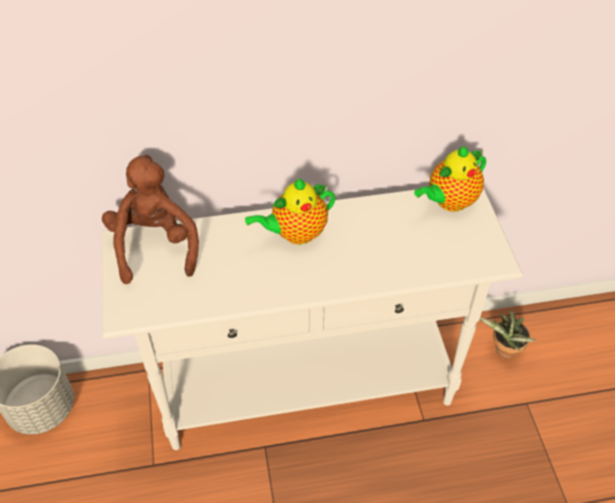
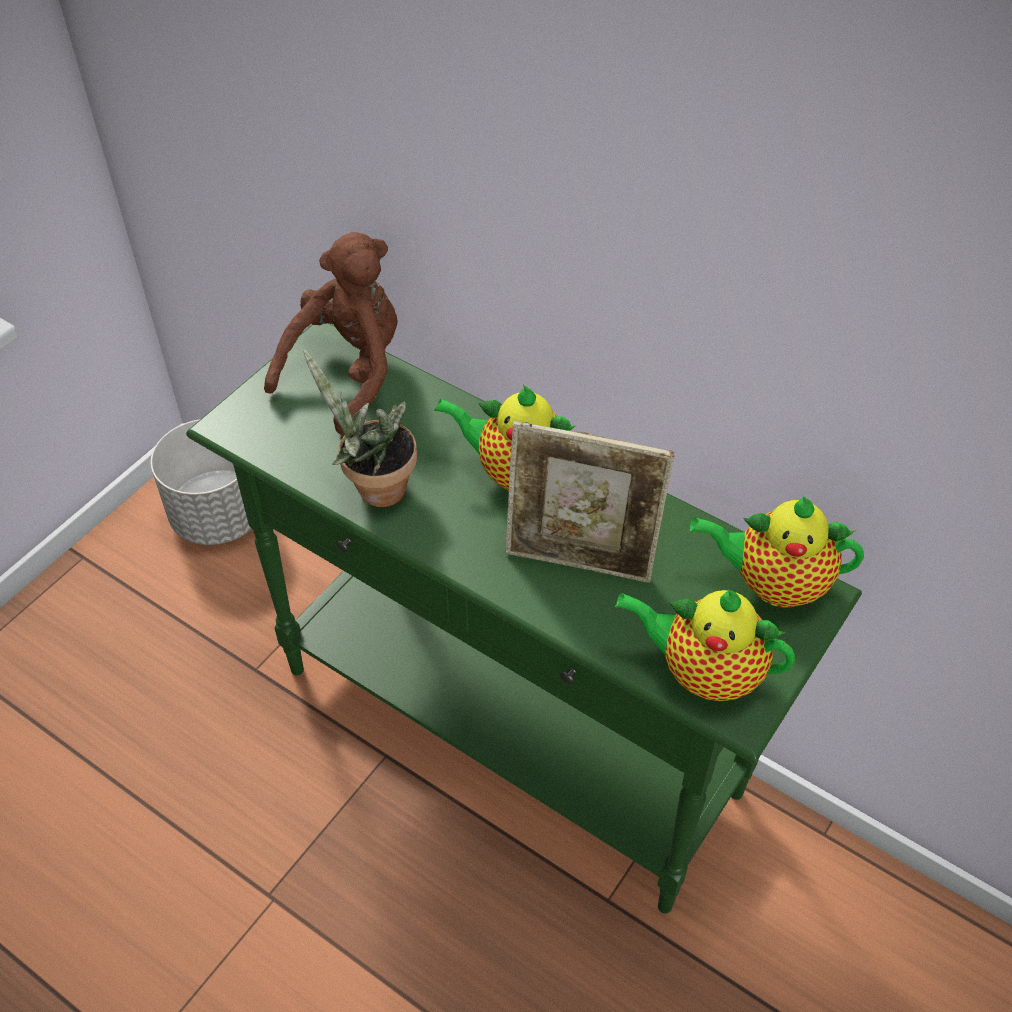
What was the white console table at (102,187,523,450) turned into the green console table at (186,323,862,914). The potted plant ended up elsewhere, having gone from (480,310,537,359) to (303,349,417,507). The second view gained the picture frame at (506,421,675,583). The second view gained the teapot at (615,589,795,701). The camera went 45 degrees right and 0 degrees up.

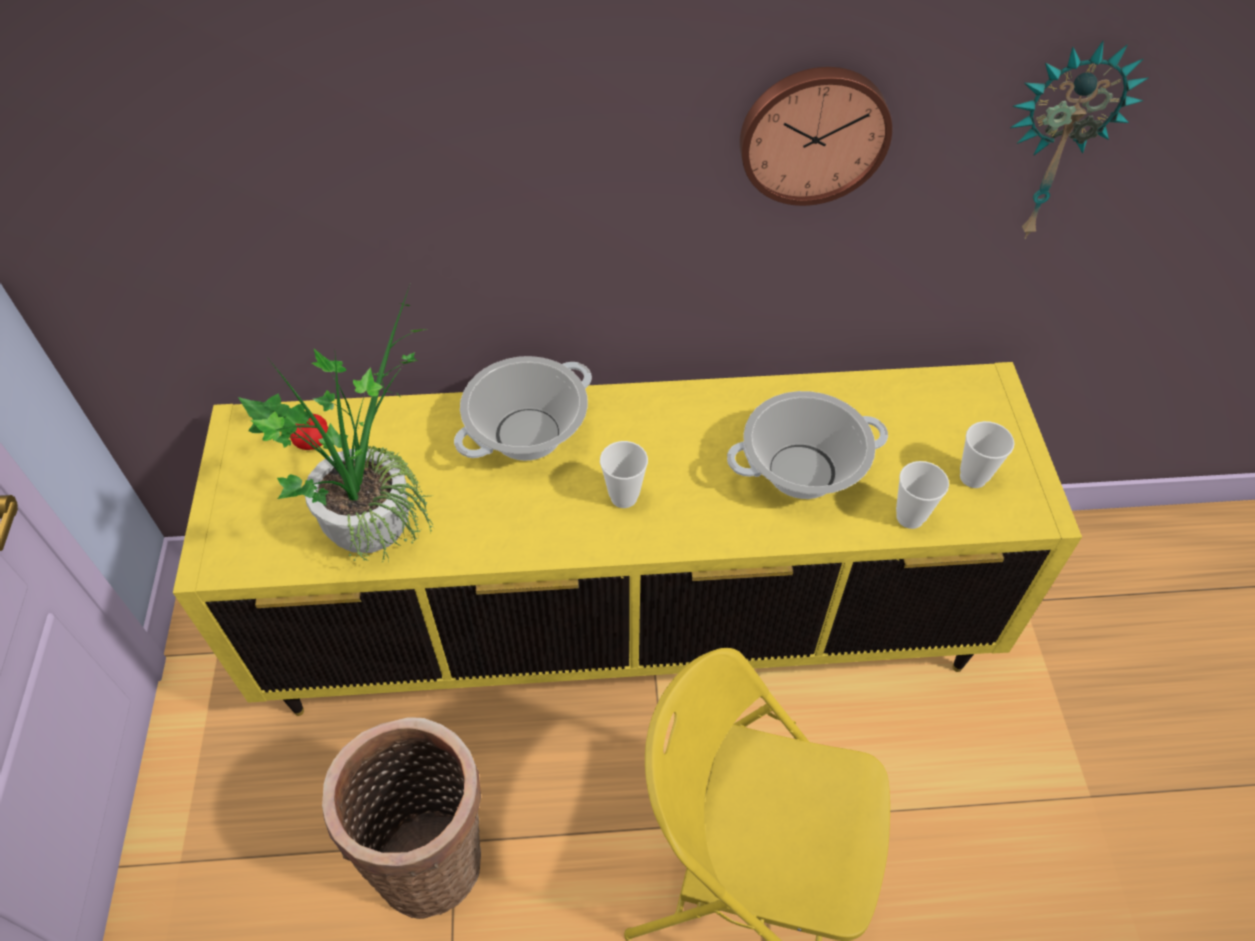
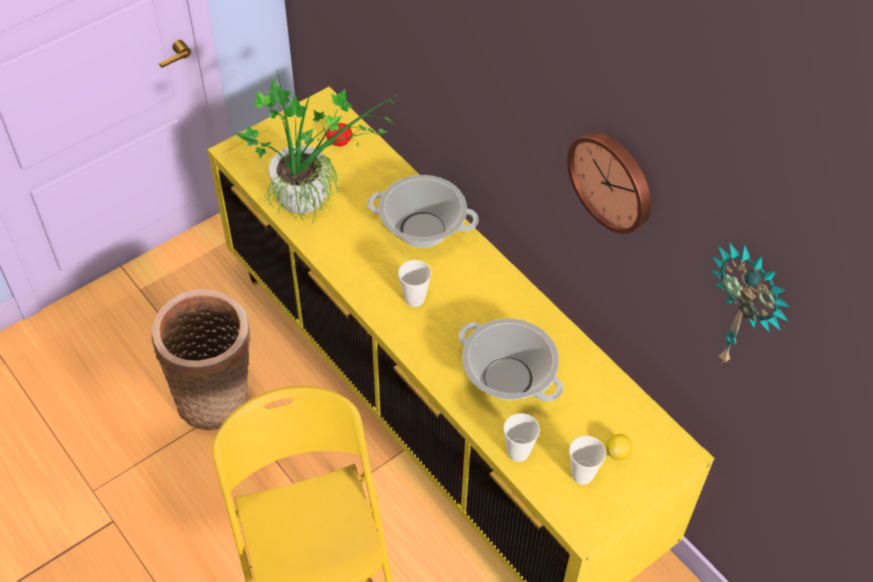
The second view gained the lemon at (606,434,632,460). The camera went 55 degrees right and 0 degrees up.

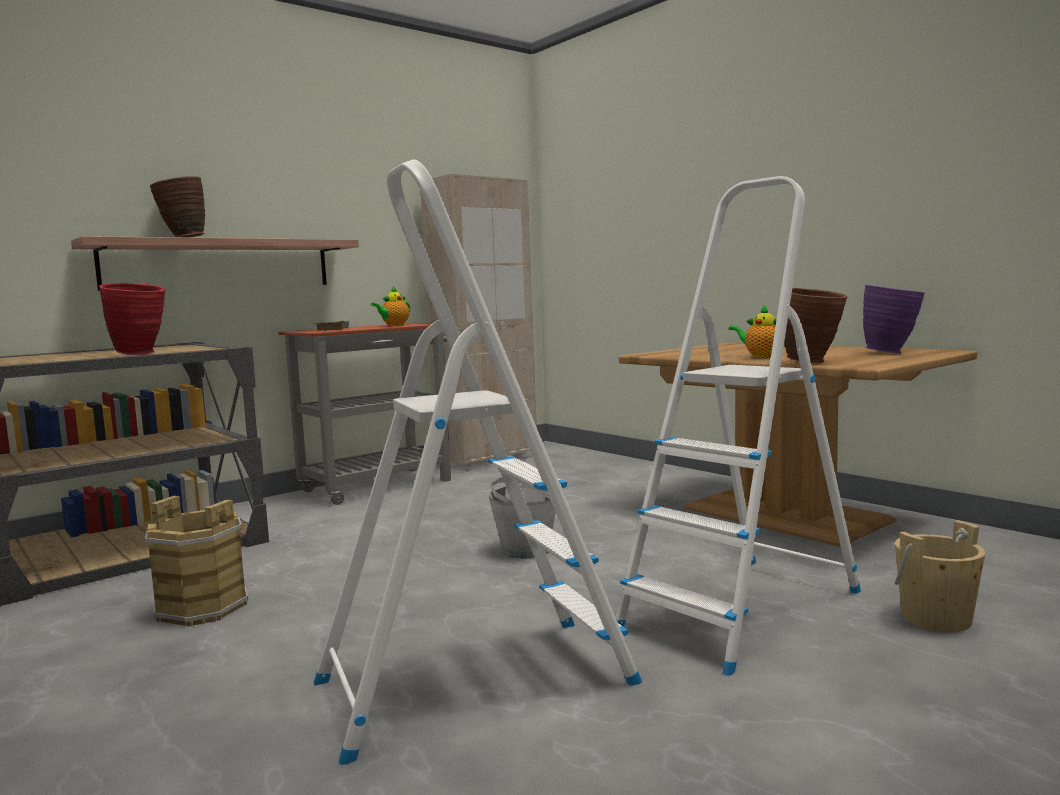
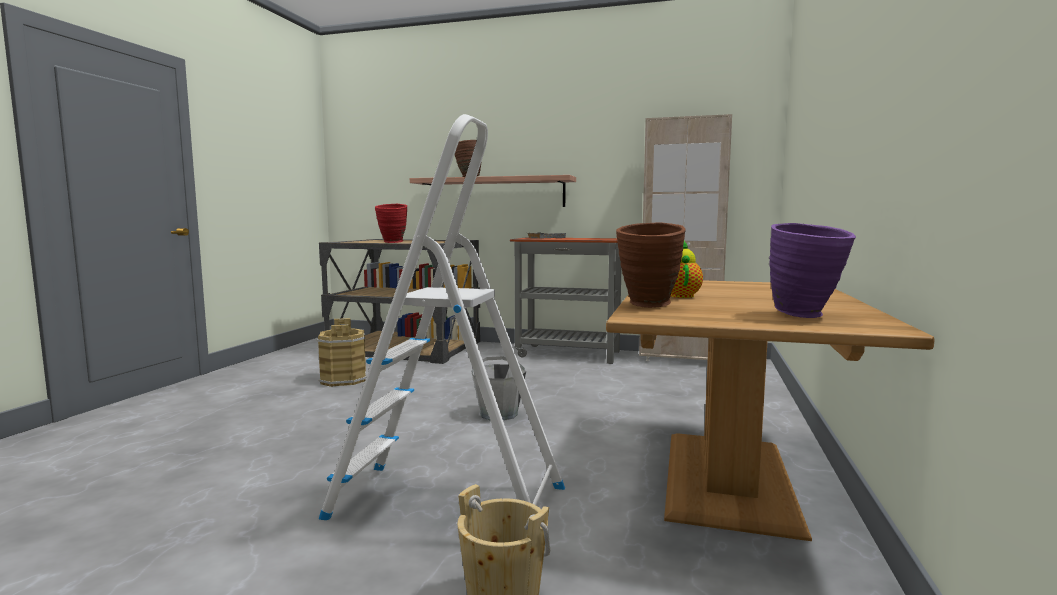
The second view lost the white step ladder at (313,160,642,765). The second view lost the teapot at (371,286,410,326). The camera went 55 degrees right and 0 degrees up.

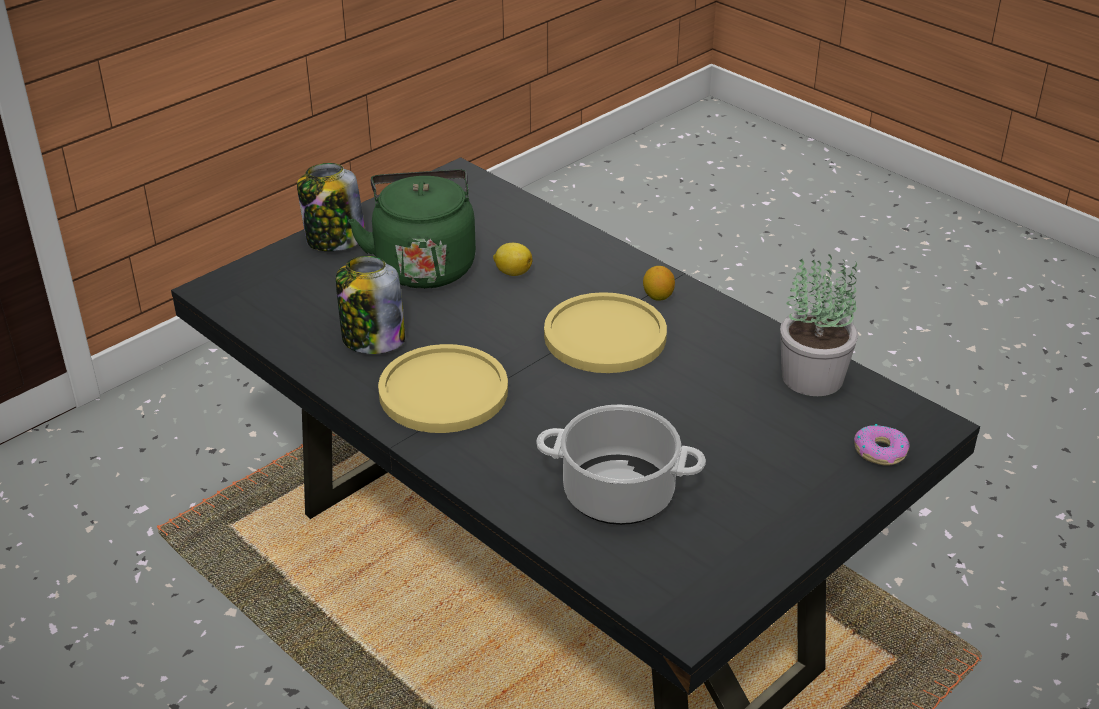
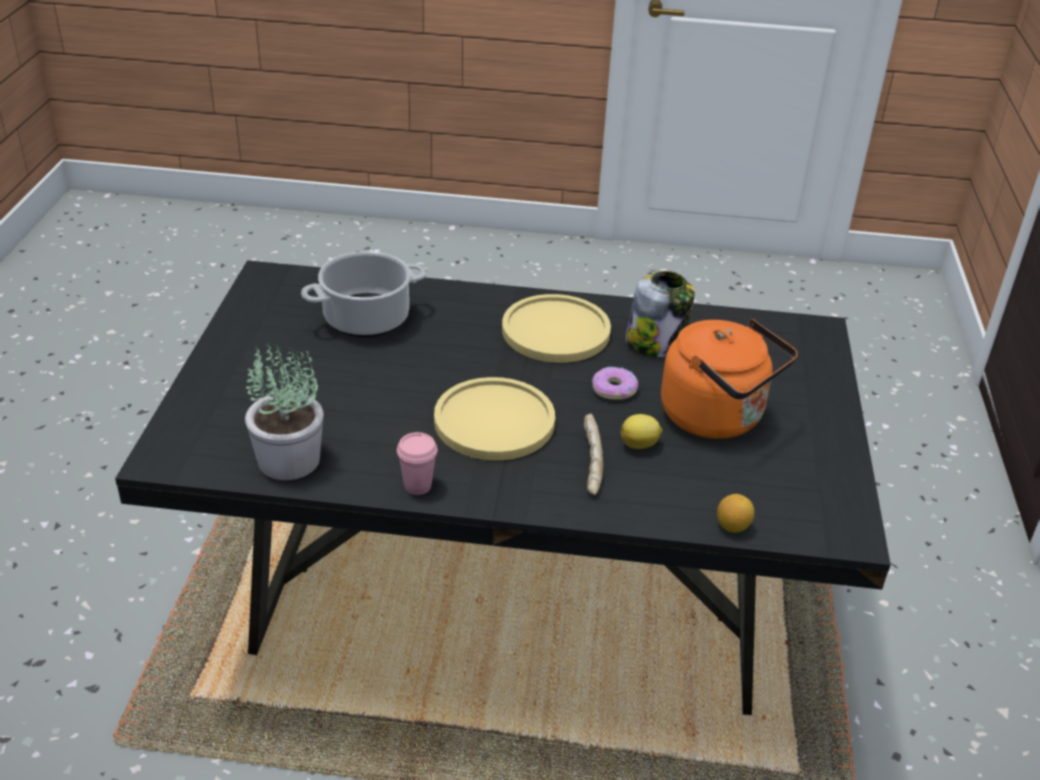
The second view lost the jar at (297,163,365,251). What was the green kettle at (348,169,476,289) turned into the orange kettle at (661,319,798,439). The lemon ended up elsewhere, having gone from (643,266,675,301) to (717,494,754,533). The donut ended up elsewhere, having gone from (854,424,910,466) to (592,366,638,400). The second view gained the bread at (584,414,603,495). The second view gained the pink cup at (397,432,437,495). The camera went 140 degrees right and 0 degrees up.

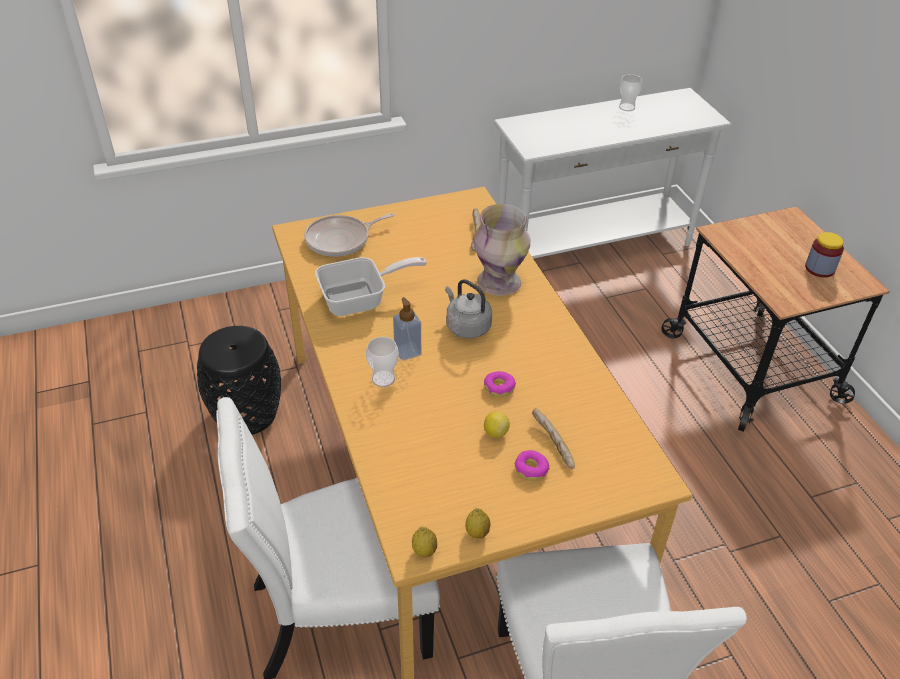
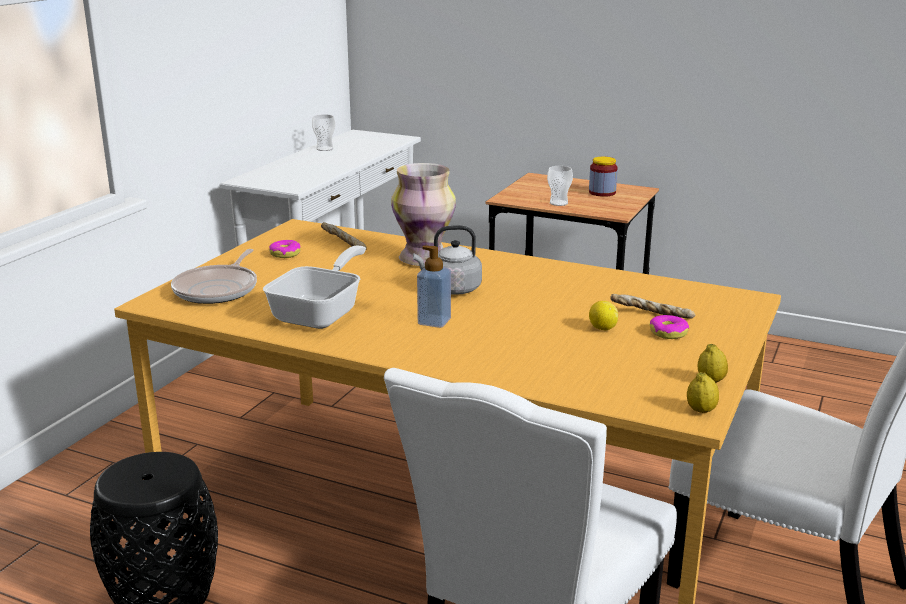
The cup ended up elsewhere, having gone from (366,337,399,387) to (547,166,573,206). The donut ended up elsewhere, having gone from (484,371,516,397) to (269,240,301,258). The camera went 45 degrees left and 20 degrees down.

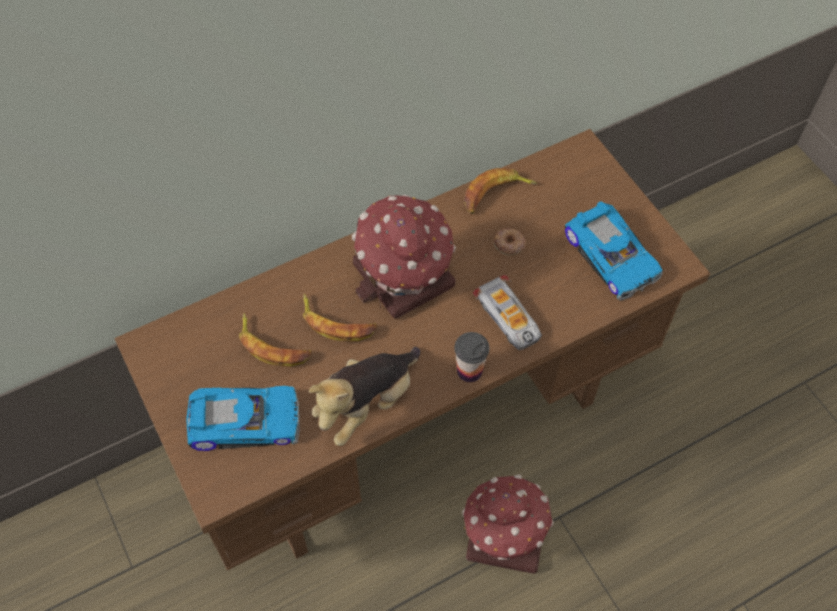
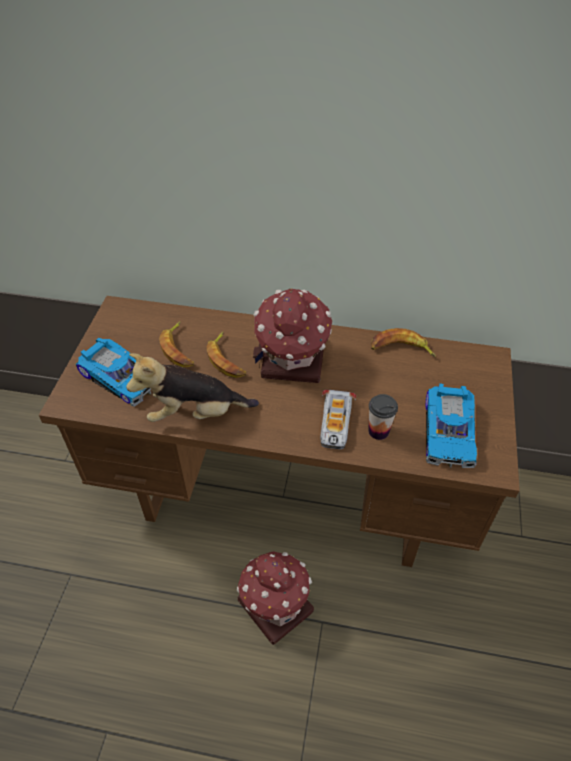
The second view lost the donut at (493,228,526,256). The cup ended up elsewhere, having gone from (454,332,489,382) to (368,394,398,440). The camera went 40 degrees right and 10 degrees down.

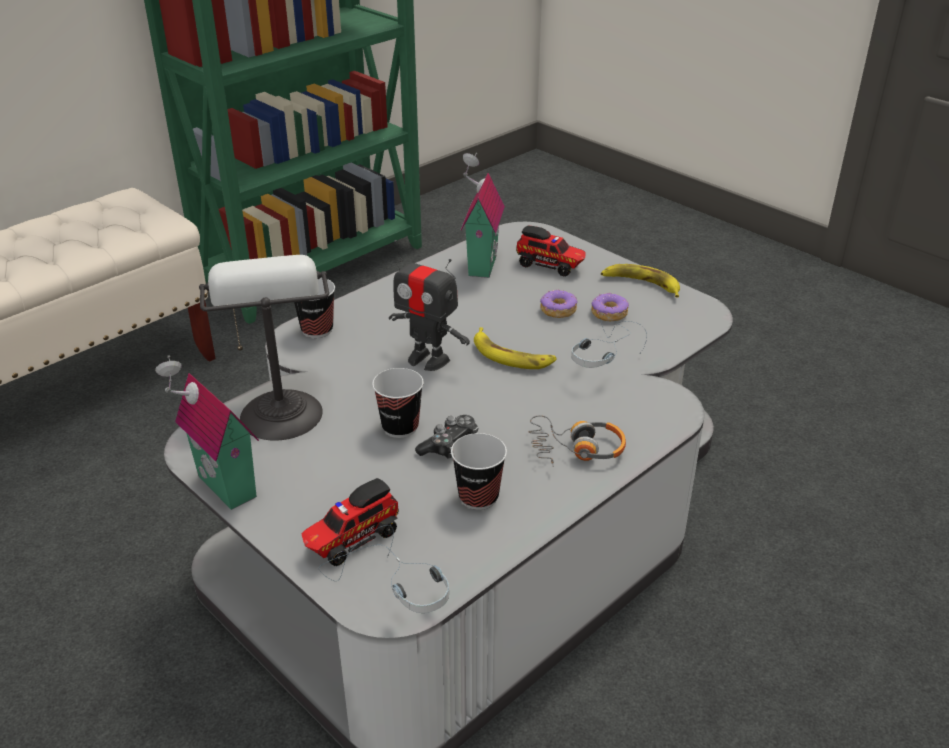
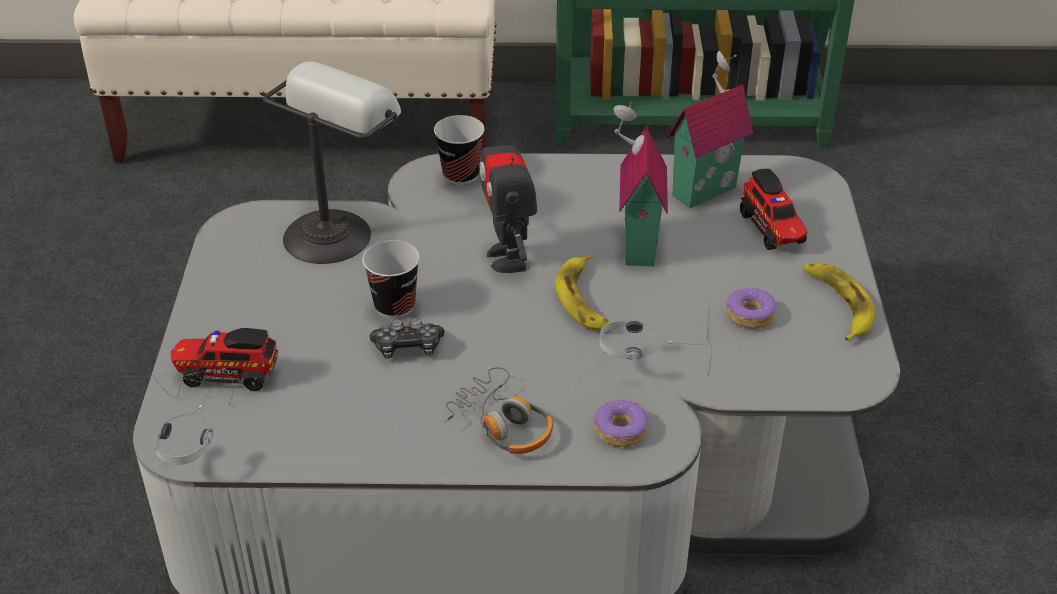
The donut ended up elsewhere, having gone from (540,290,578,318) to (593,398,649,447). The toy house ended up elsewhere, having gone from (155,355,259,510) to (613,102,668,266). The second view lost the cup at (451,433,507,510). The camera went 45 degrees right and 5 degrees up.

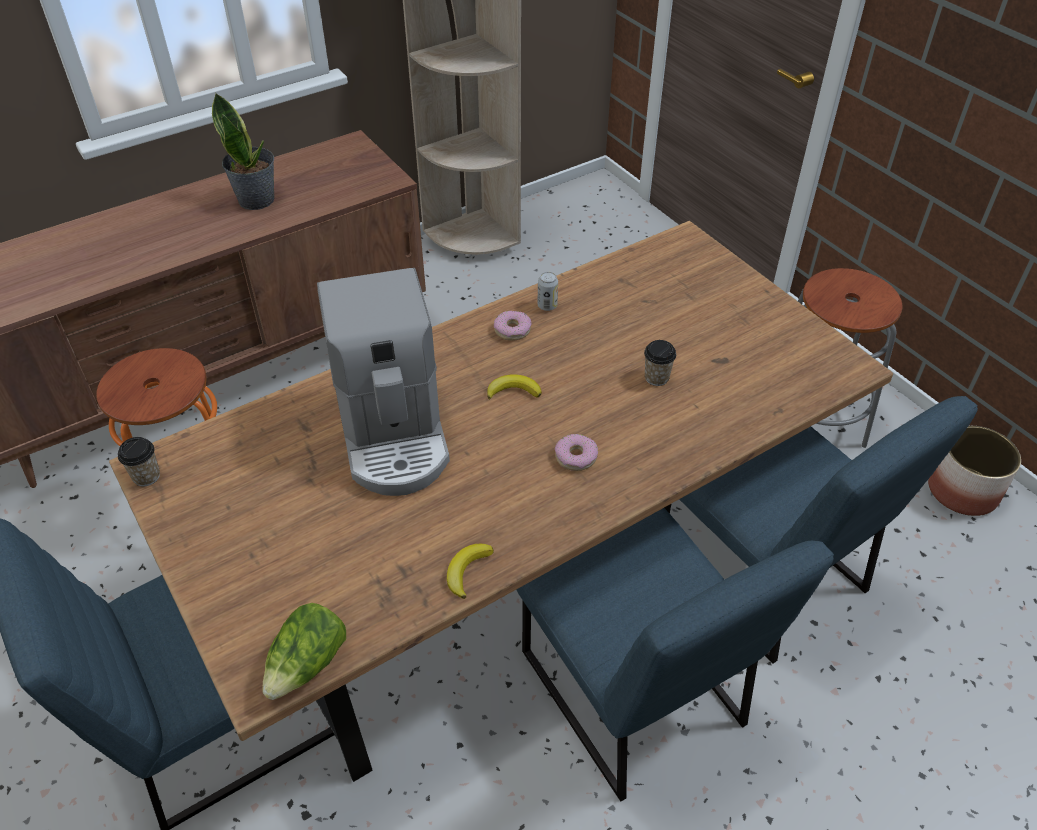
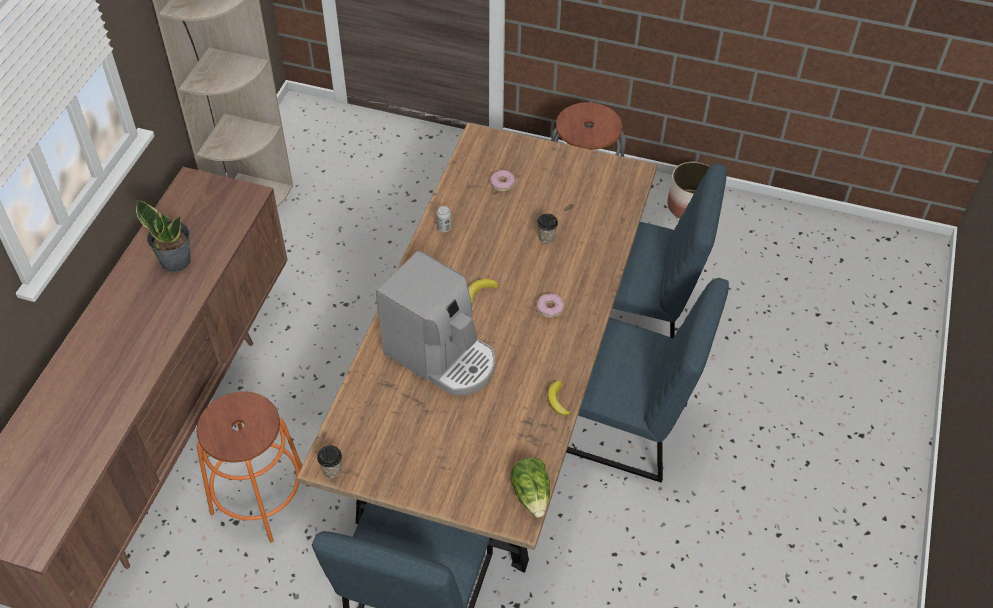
The donut ended up elsewhere, having gone from (494,311,532,341) to (490,170,515,192). The camera went 40 degrees left and 5 degrees up.

